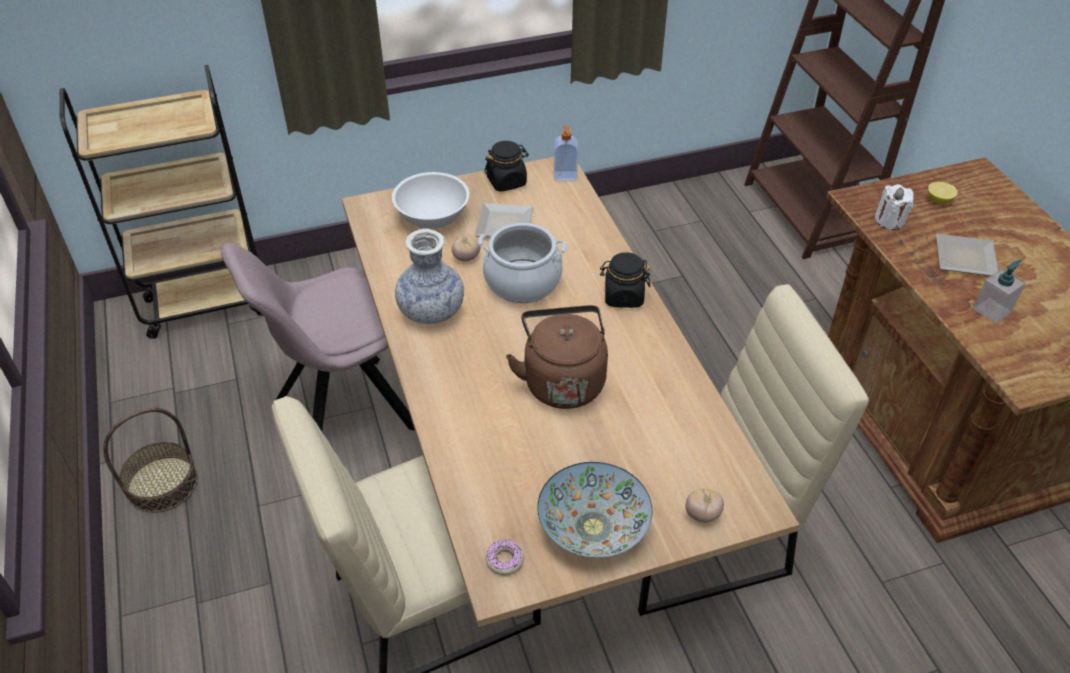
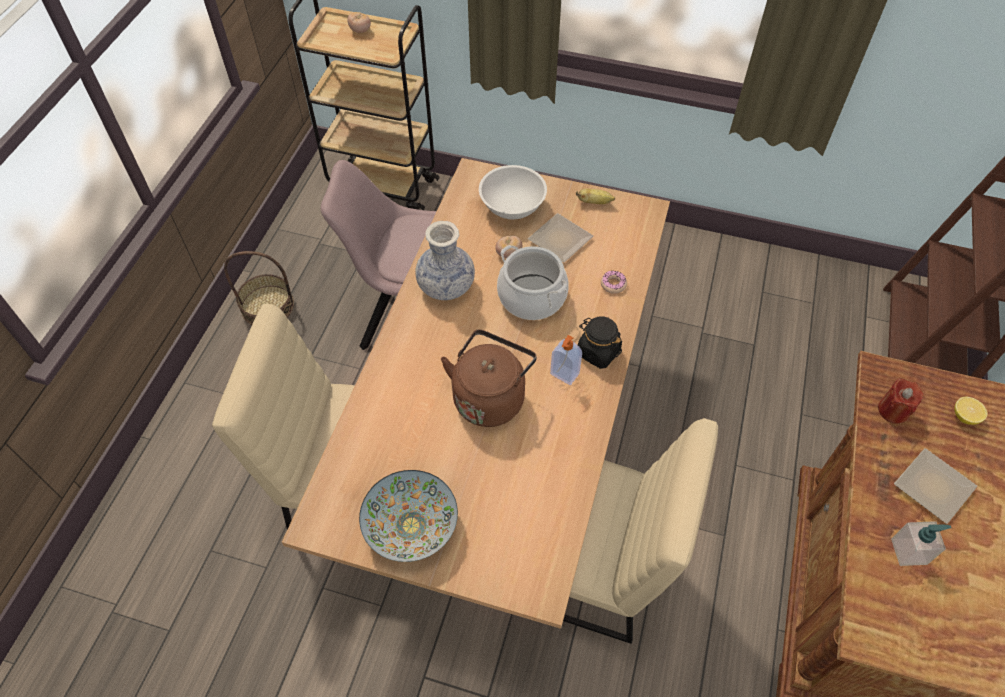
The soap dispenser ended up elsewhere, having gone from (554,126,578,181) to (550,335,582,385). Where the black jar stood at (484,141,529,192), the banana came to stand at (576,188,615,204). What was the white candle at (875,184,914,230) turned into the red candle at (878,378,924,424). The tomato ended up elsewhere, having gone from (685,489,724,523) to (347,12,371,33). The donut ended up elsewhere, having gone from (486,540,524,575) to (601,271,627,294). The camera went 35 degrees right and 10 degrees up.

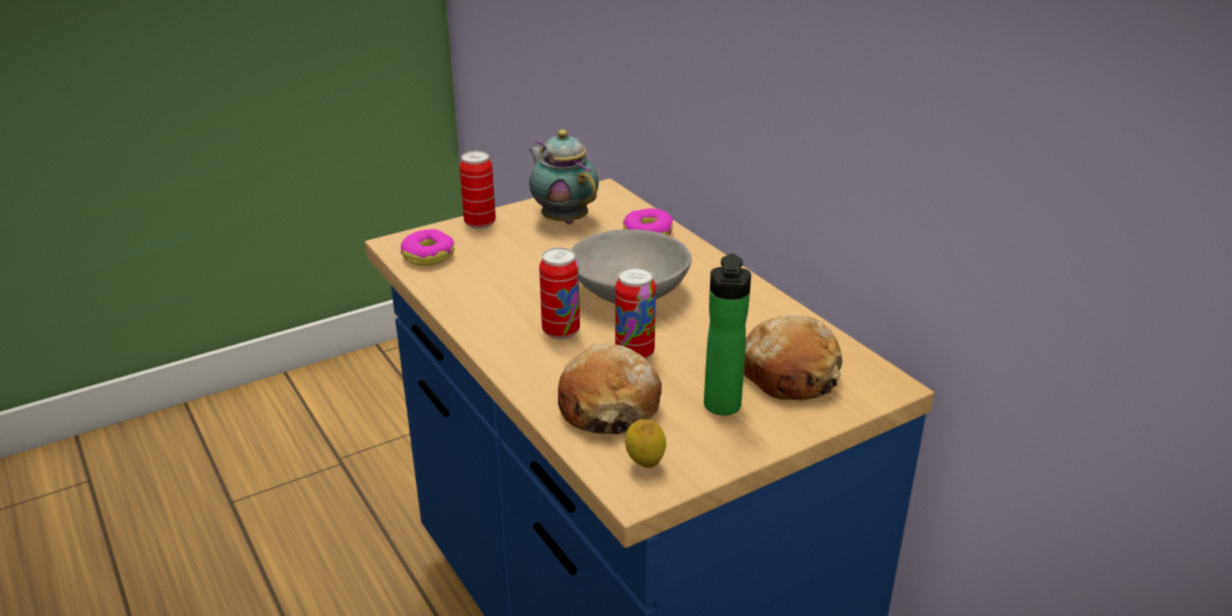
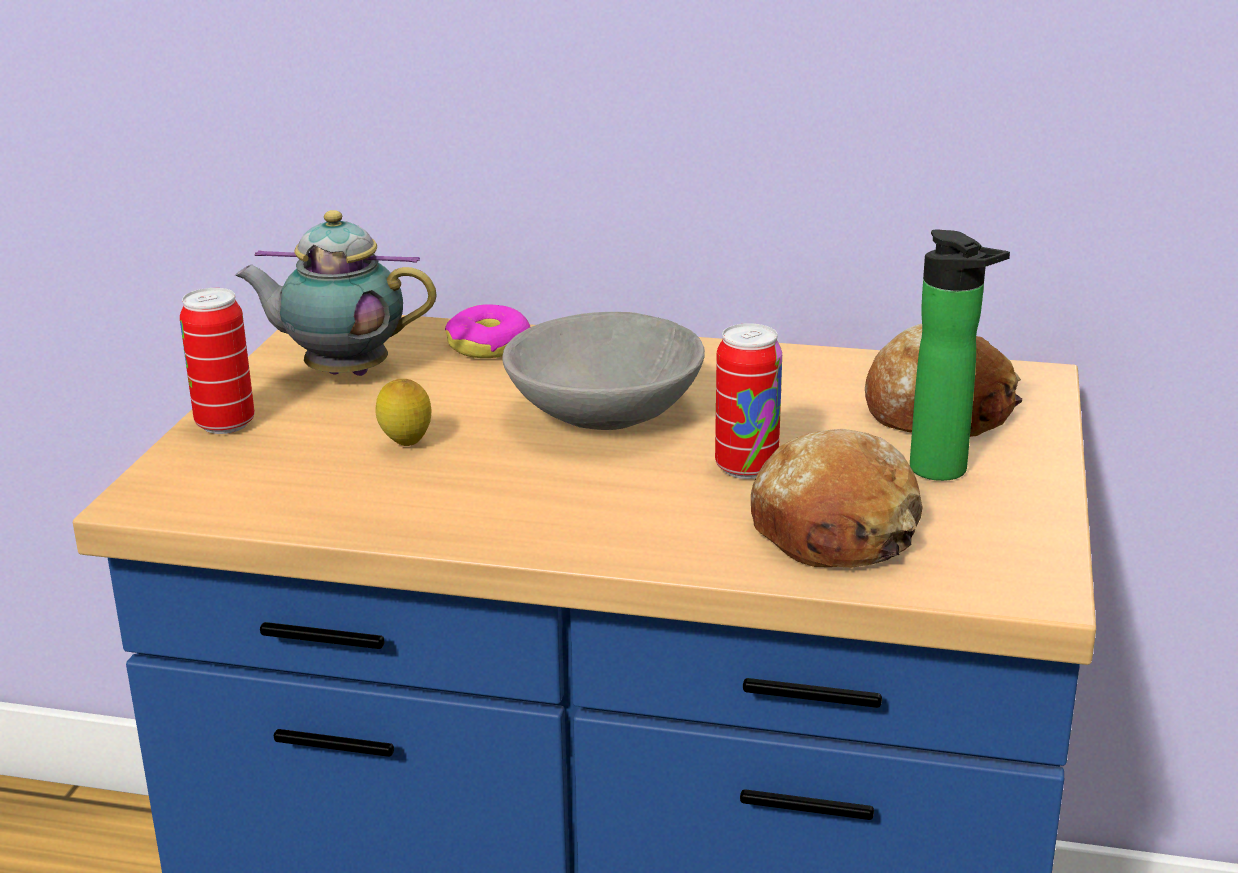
The second view lost the donut at (401,229,455,266). The second view lost the can at (539,247,580,339). The lemon ended up elsewhere, having gone from (625,419,666,468) to (376,379,431,446). The camera went 45 degrees left and 5 degrees down.

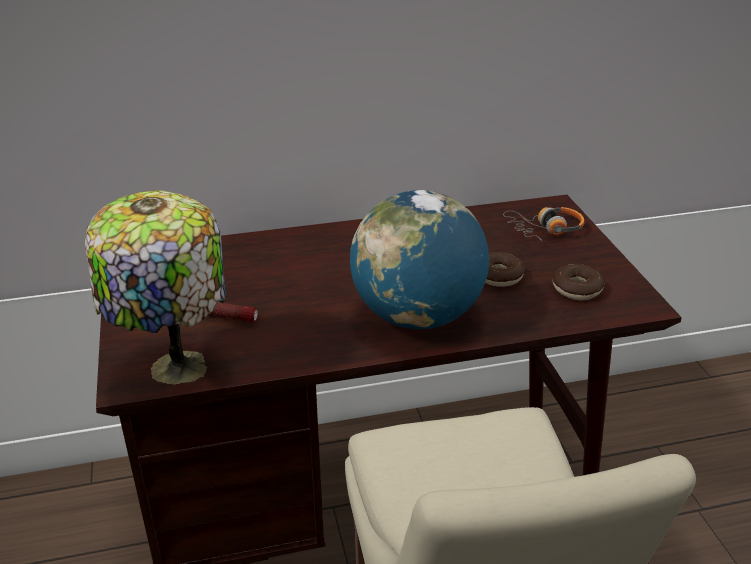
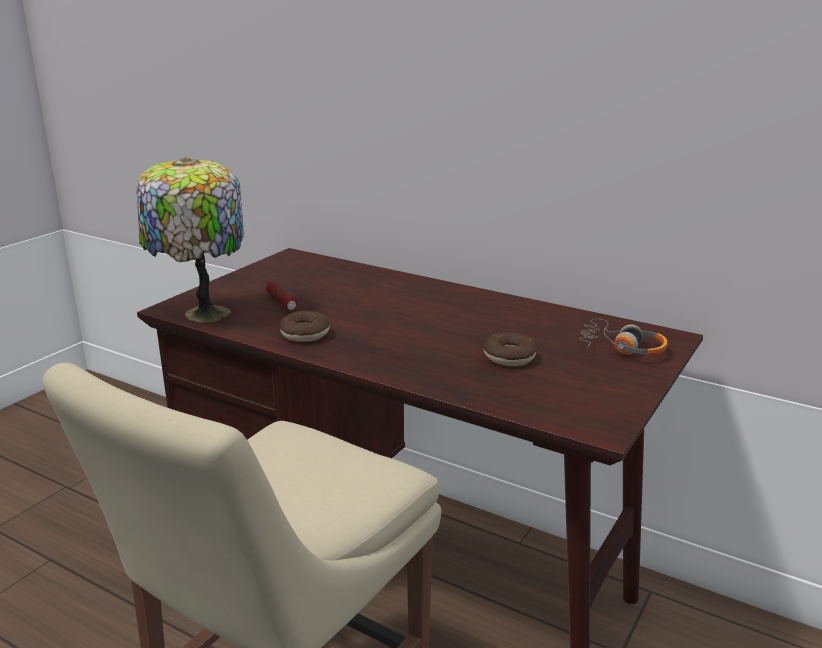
The second view lost the globe at (350,190,489,329). The donut ended up elsewhere, having gone from (552,264,604,300) to (279,311,330,342). The camera went 45 degrees right and 10 degrees down.

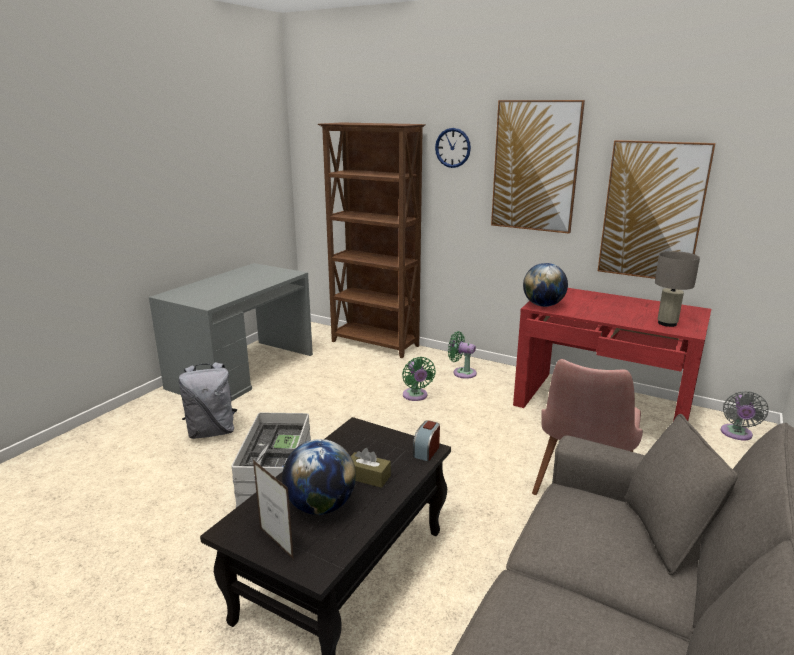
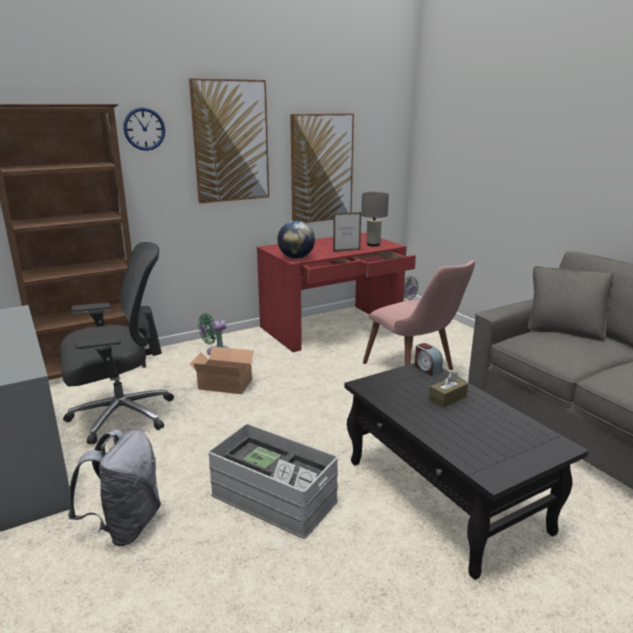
Where the green fan stood at (402,357,436,401), the cardboard box came to stand at (189,347,254,394). The second view lost the globe at (282,439,356,515). The picture frame ended up elsewhere, having gone from (253,460,294,560) to (333,212,361,251). The second view gained the office chair at (60,242,174,444). The camera went 60 degrees left and 0 degrees up.

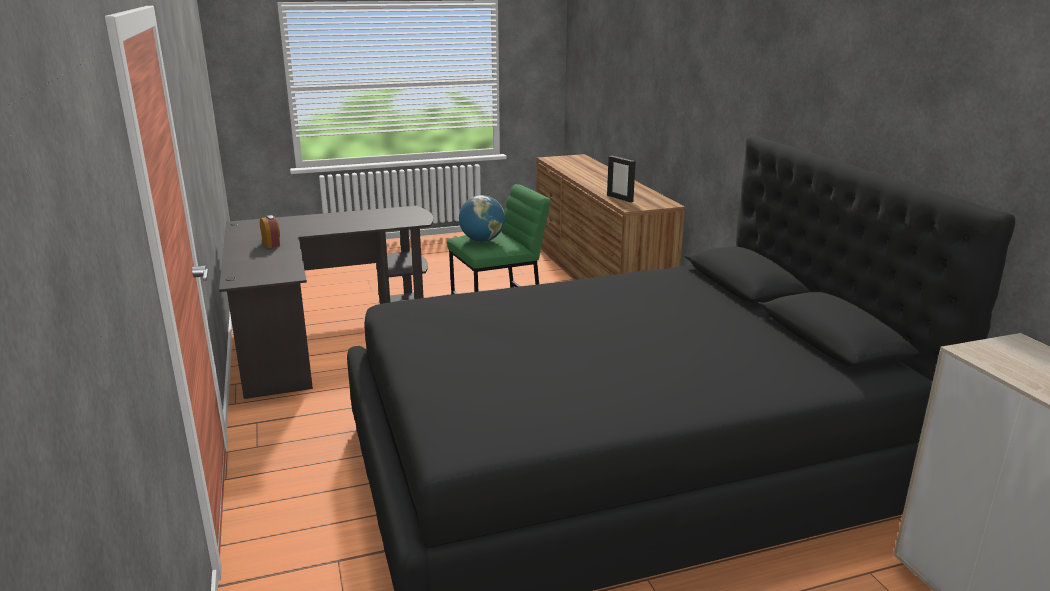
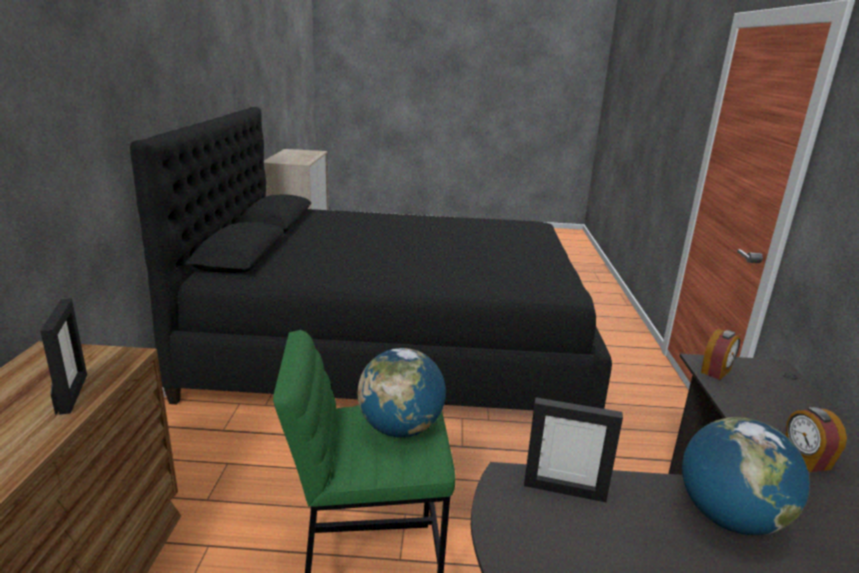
The second view gained the alarm clock at (701,329,740,380). The second view gained the picture frame at (524,397,623,502). The second view gained the globe at (682,417,810,535). The camera went 160 degrees left and 0 degrees up.

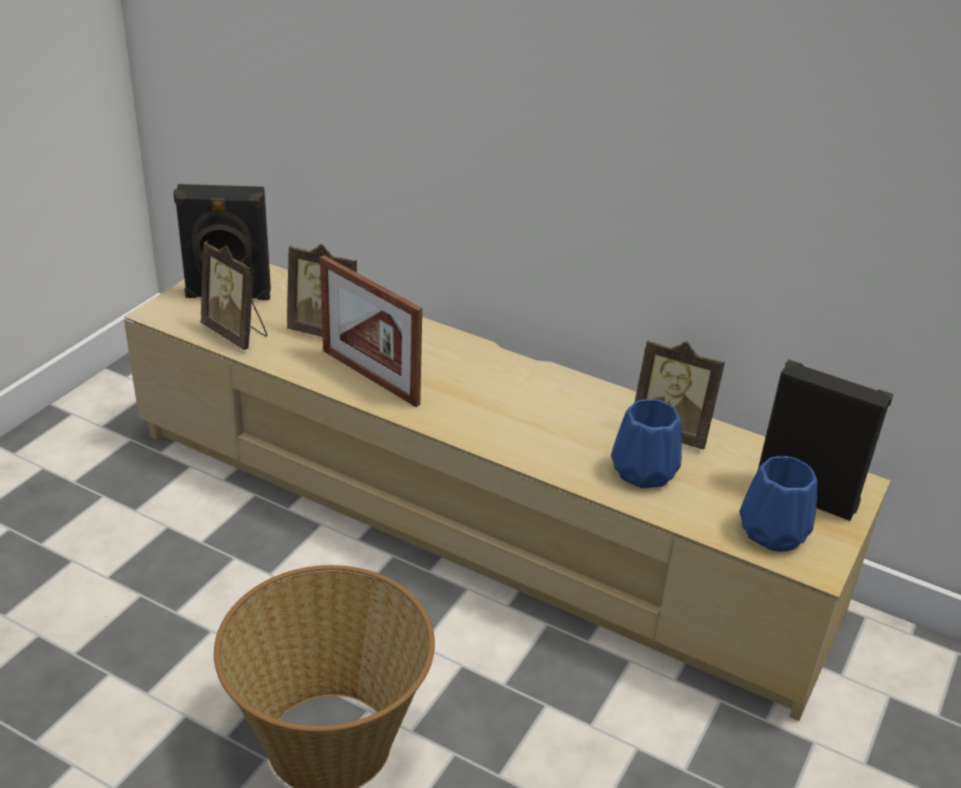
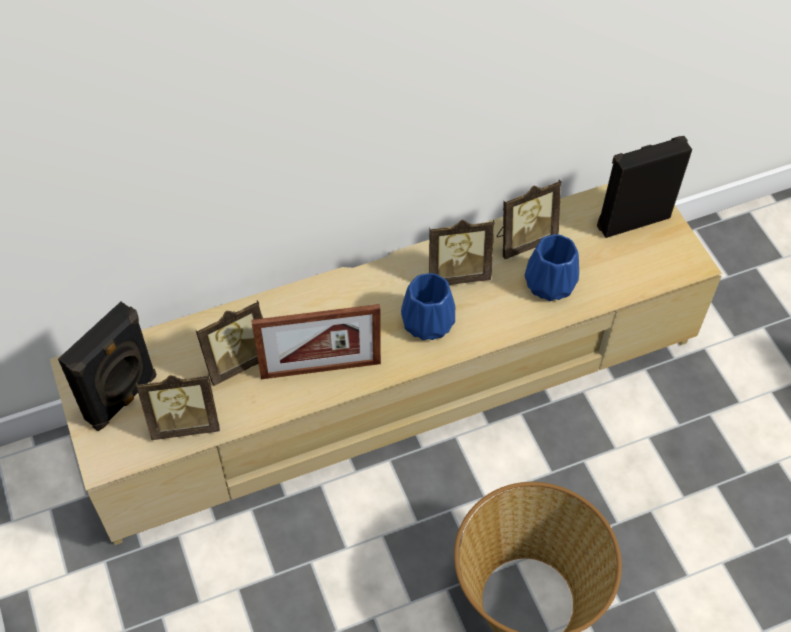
The blue vase ended up elsewhere, having gone from (740,456,818,552) to (401,273,455,340). The second view gained the picture frame at (429,220,494,285). The camera went 50 degrees left and 20 degrees up.

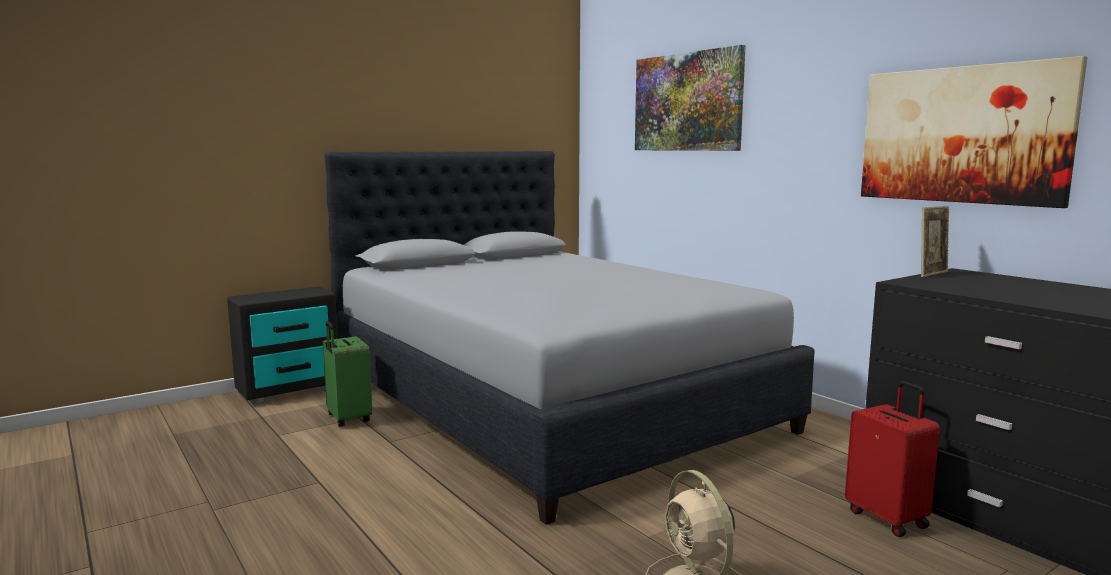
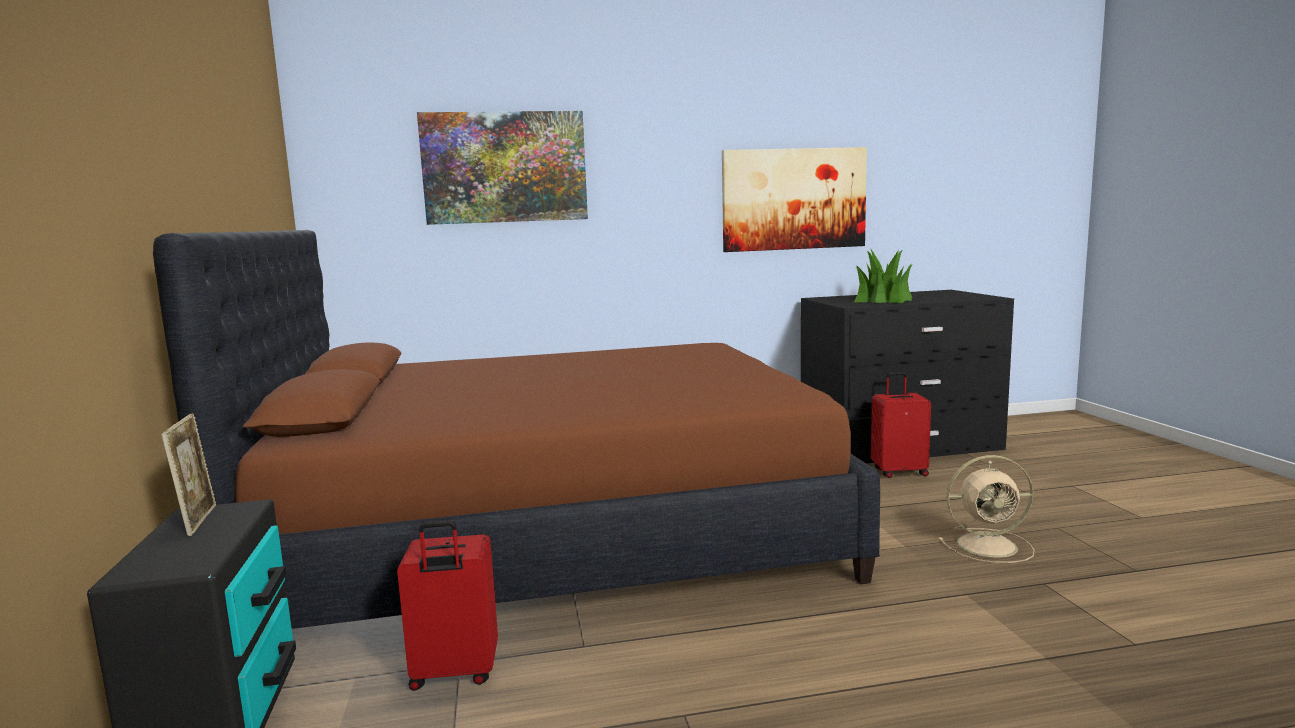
What was the grey bed at (325,151,815,525) turned into the brown bed at (153,230,880,629). The picture frame ended up elsewhere, having gone from (921,206,949,277) to (161,413,216,536). What was the green suitcase at (323,321,372,427) turned into the red suitcase at (397,520,498,691). The second view gained the potted plant at (854,248,913,303). The camera went 65 degrees left and 0 degrees up.

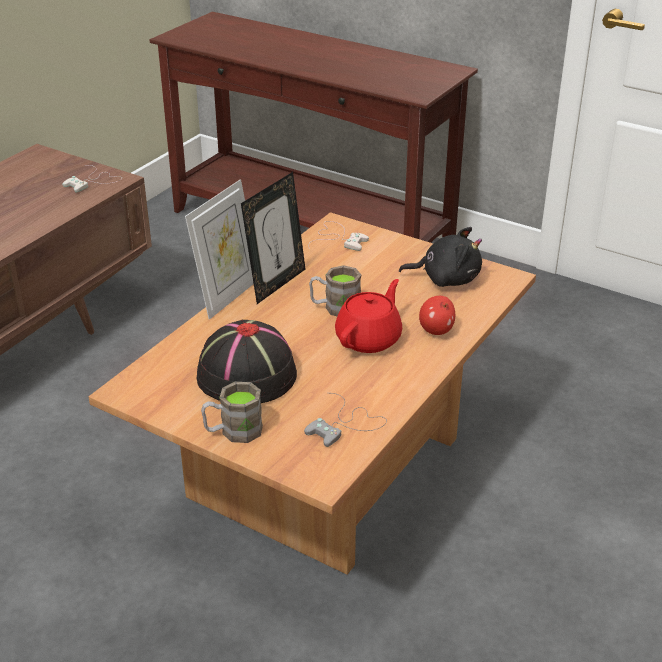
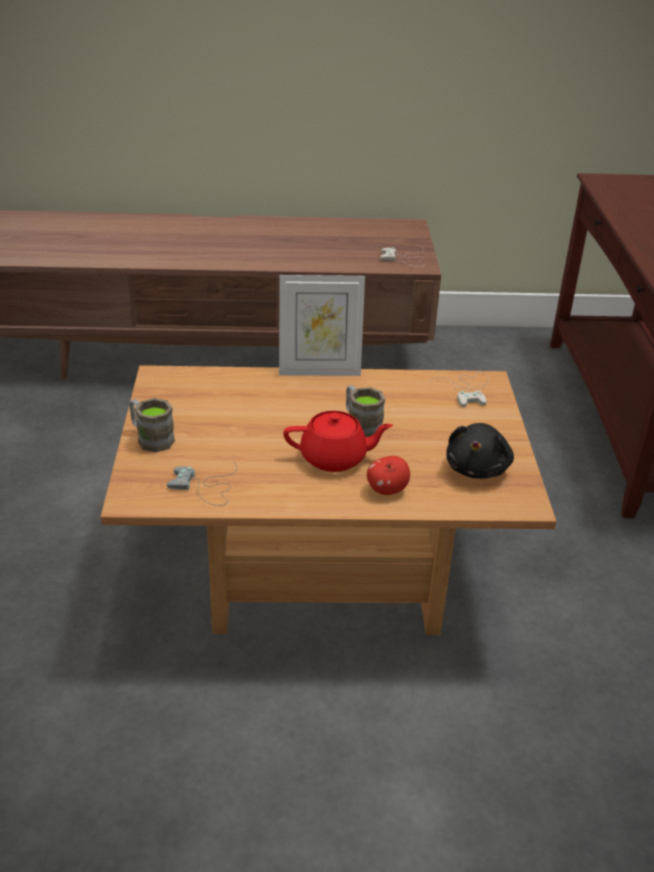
The second view lost the picture frame at (241,172,305,304). The black plush toy at (399,227,482,287) ended up facing another way, 45 degrees clockwise from before. The second view lost the black hat at (196,320,297,403). The camera went 55 degrees right and 0 degrees up.

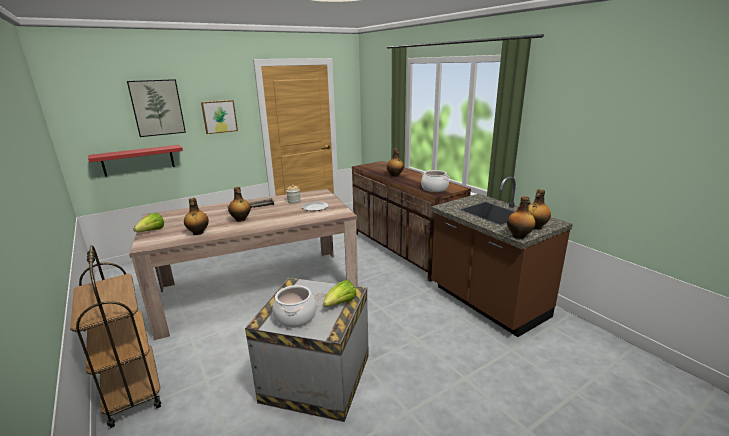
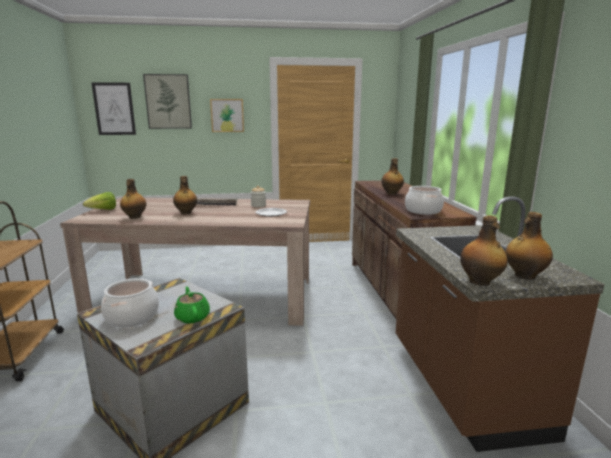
The second view lost the red shelf at (88,145,183,177). Where the lettuce stood at (323,280,356,307), the green teapot came to stand at (174,286,210,324). The second view gained the picture at (91,82,136,135). The camera went 25 degrees right and 5 degrees down.

